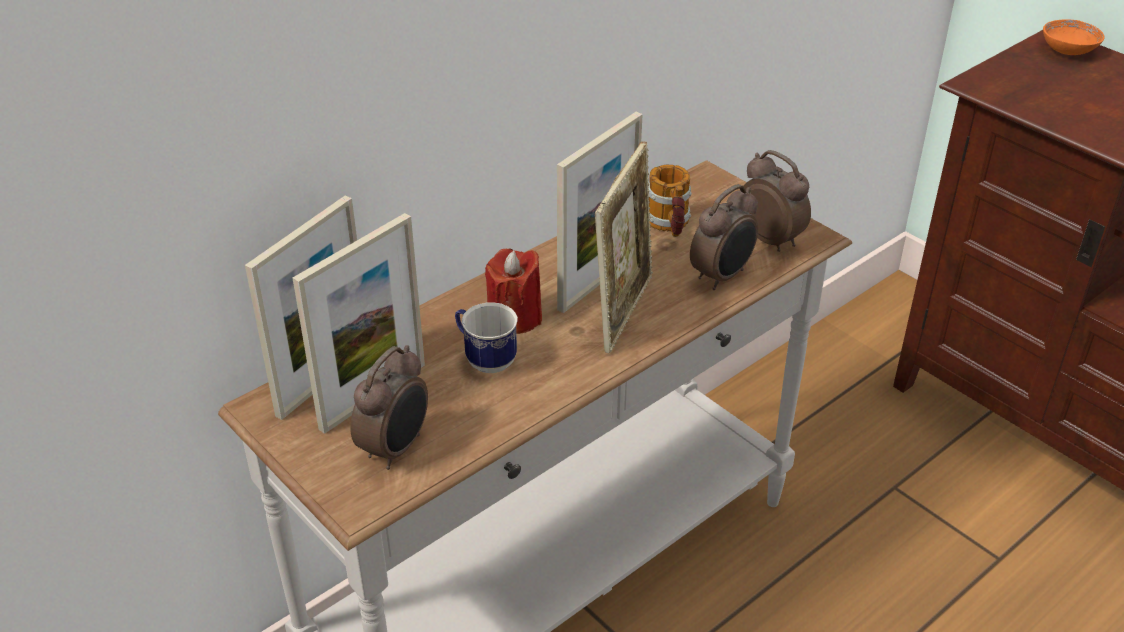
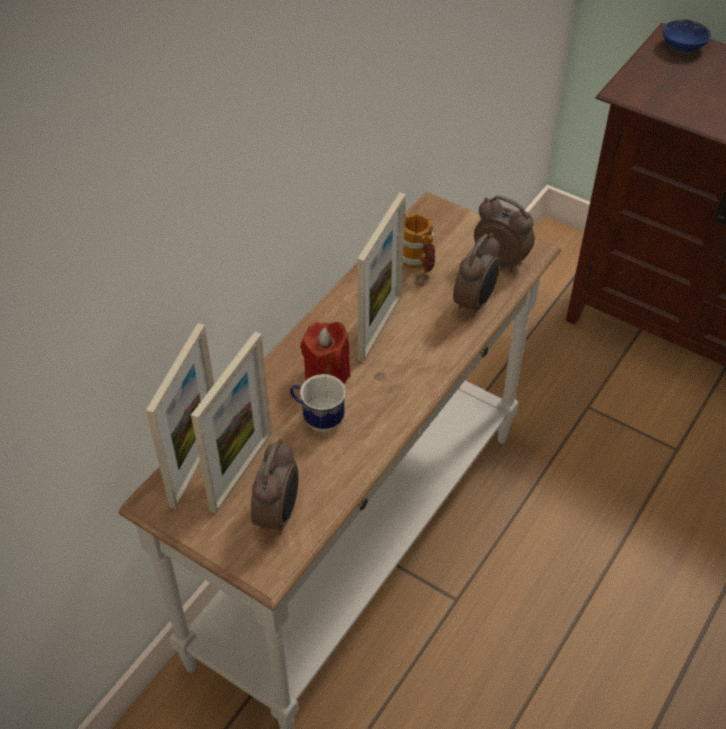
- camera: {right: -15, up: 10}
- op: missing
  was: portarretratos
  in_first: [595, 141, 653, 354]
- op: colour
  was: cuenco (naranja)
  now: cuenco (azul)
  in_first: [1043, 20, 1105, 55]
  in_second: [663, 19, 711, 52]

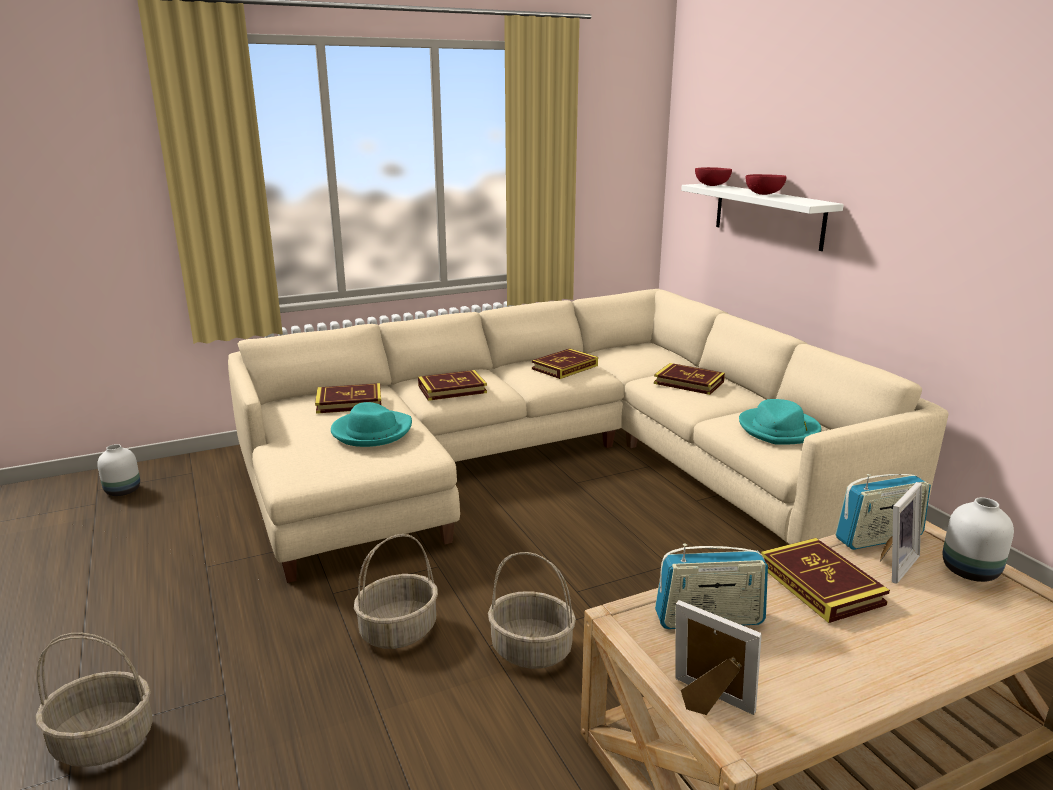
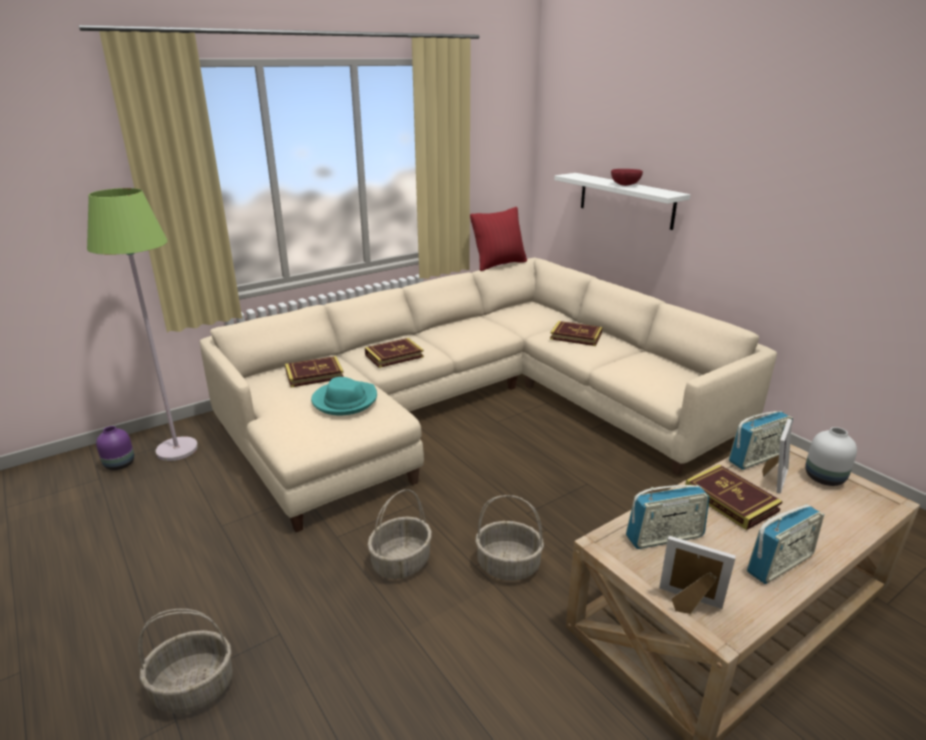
- camera: {right: -10, up: 5}
- op: missing
  was: libro
  in_first: [532, 348, 598, 379]
- op: missing
  was: cuenco (rojo)
  in_first: [695, 167, 732, 186]
- op: missing
  was: sombrero (turquesa)
  in_first: [739, 399, 821, 445]
- op: appeared
  now: lámpara de pie (verde)
  in_second: [87, 188, 198, 461]
- op: appeared
  now: cojín (rojo)
  in_second: [470, 207, 527, 271]
- op: appeared
  now: radio
  in_second: [747, 504, 824, 584]
- op: colour
  was: florero (blanco)
  now: florero (morado)
  in_first: [97, 444, 140, 496]
  in_second: [96, 426, 134, 470]

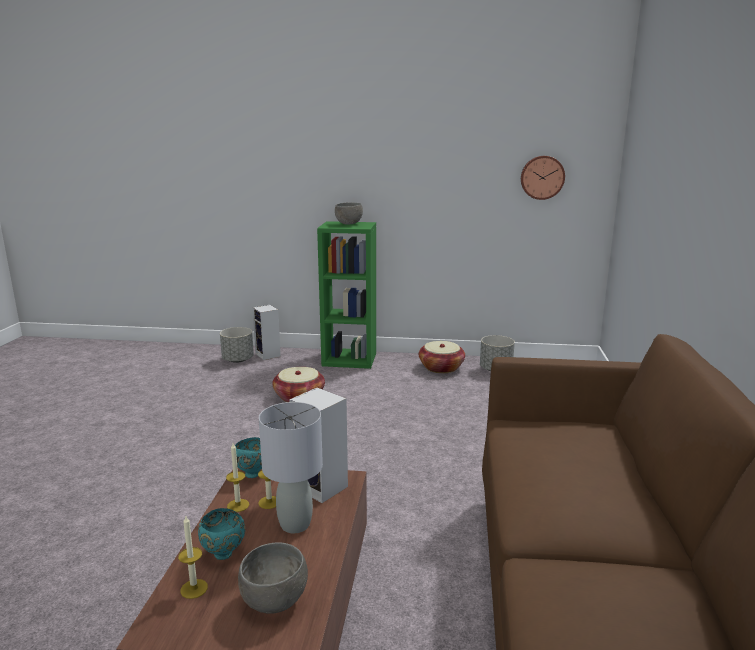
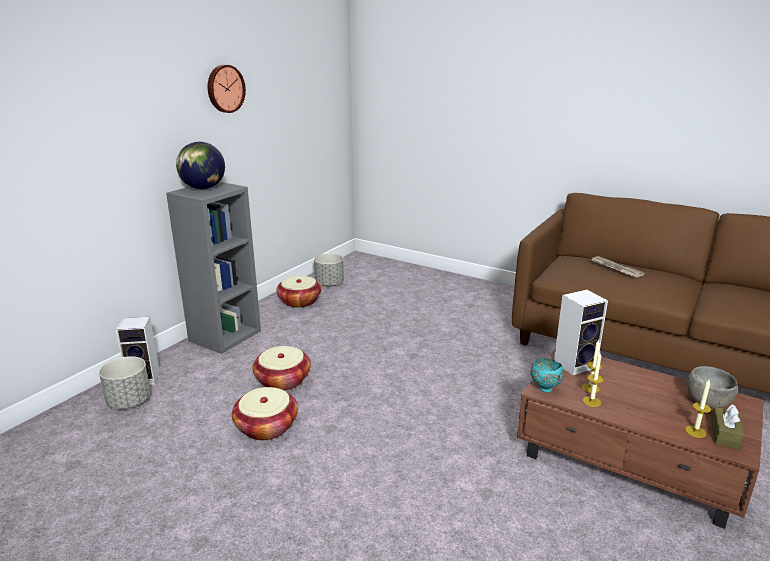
- camera: {right: -65, up: 5}
- op: missing
  was: cuenco (turquesa)
  in_first: [198, 508, 245, 560]
- op: missing
  was: lámpara de mesa (gris)
  in_first: [259, 402, 323, 533]
- op: appeared
  now: cesta
  in_second: [232, 387, 298, 440]
- op: appeared
  now: periódico
  in_second: [590, 256, 645, 277]
- op: appeared
  now: caja de pañuelos (marrón)
  in_second: [711, 404, 744, 450]
- op: relocated
  was: reloj de pared
  in_first: [521, 156, 565, 200]
  in_second: [208, 65, 246, 113]
- op: exchanged
  was: cuenco (gris)
  now: globo terráqueo
  in_first: [335, 203, 363, 225]
  in_second: [176, 142, 225, 189]
- op: colour
  was: estantería (verde)
  now: estantería (gris)
  in_first: [317, 221, 376, 369]
  in_second: [166, 182, 261, 354]

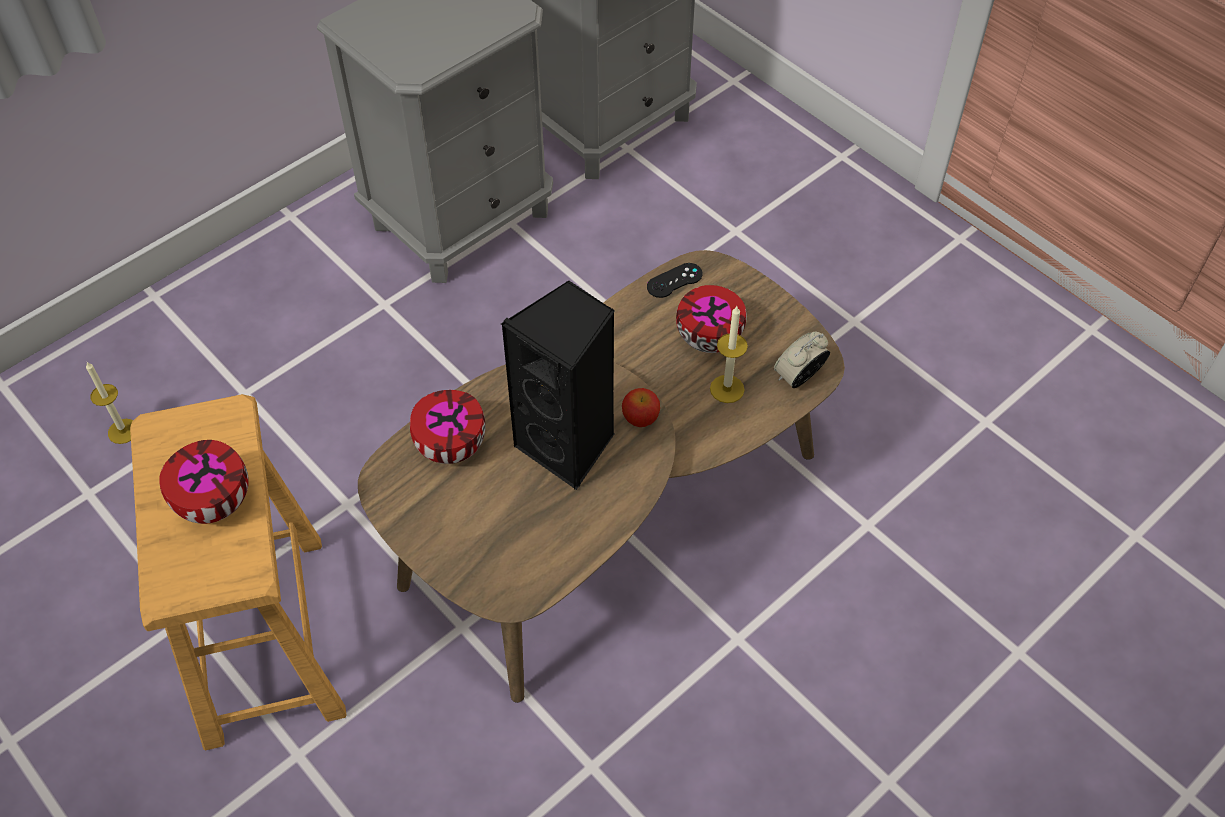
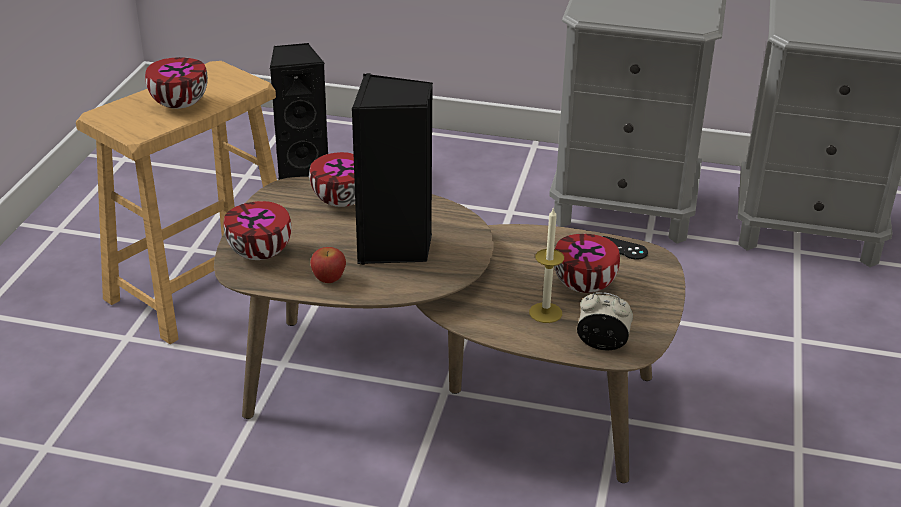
- camera: {right: 55, up: -20}
- op: appeared
  now: cuenco
  in_second: [223, 201, 292, 260]
- op: relocated
  was: manzana
  in_first: [622, 388, 660, 427]
  in_second: [310, 247, 346, 283]
- op: exchanged
  was: vela
  now: altavoz (negro)
  in_first: [86, 362, 133, 444]
  in_second: [270, 43, 328, 180]

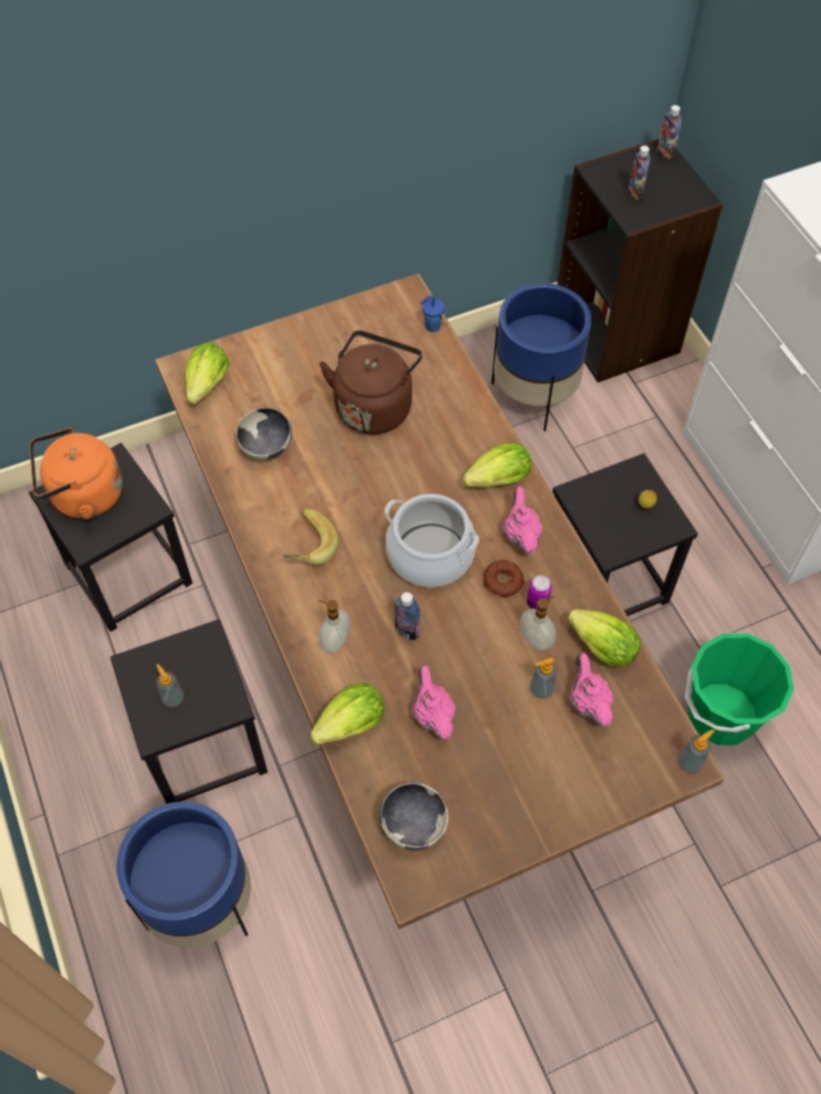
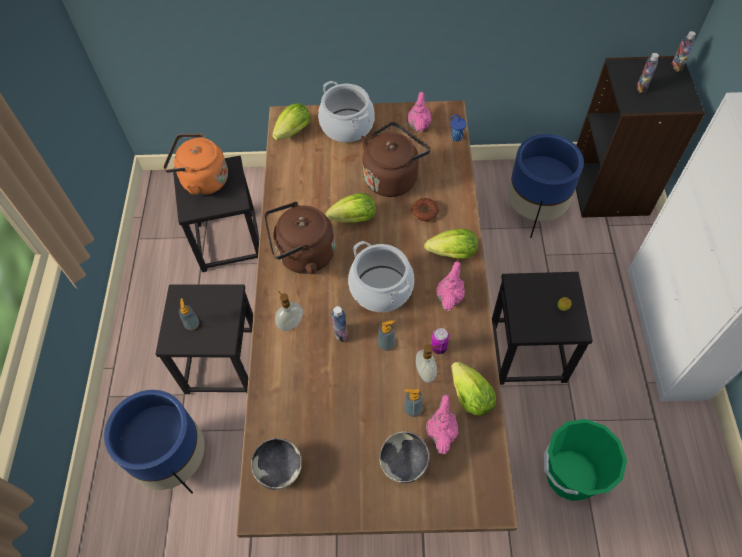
- camera: {right: 25, up: 0}
- op: appeared
  now: olla
  in_second: [318, 81, 375, 142]
- op: relocated
  was: cuenco
  in_first: [236, 408, 292, 460]
  in_second: [379, 431, 430, 483]
- op: relocated
  was: lechuga
  in_first: [310, 683, 384, 745]
  in_second: [325, 193, 376, 223]
- op: relocated
  was: tetera (rosa)
  in_first: [412, 665, 456, 740]
  in_second: [407, 92, 432, 132]
- op: relocated
  was: rosquilla
  in_first: [483, 560, 524, 597]
  in_second: [411, 198, 439, 221]
- op: relocated
  was: dispensador de jabón
  in_first: [678, 729, 714, 773]
  in_second: [378, 320, 396, 351]
- op: exchanged
  was: plátano
  now: hervidor (marrón)
  in_first: [283, 509, 338, 565]
  in_second: [264, 202, 335, 274]

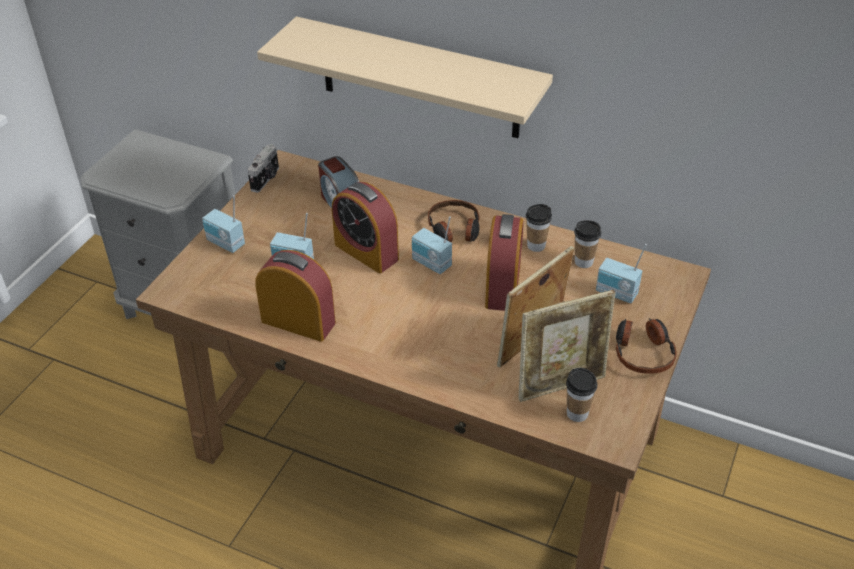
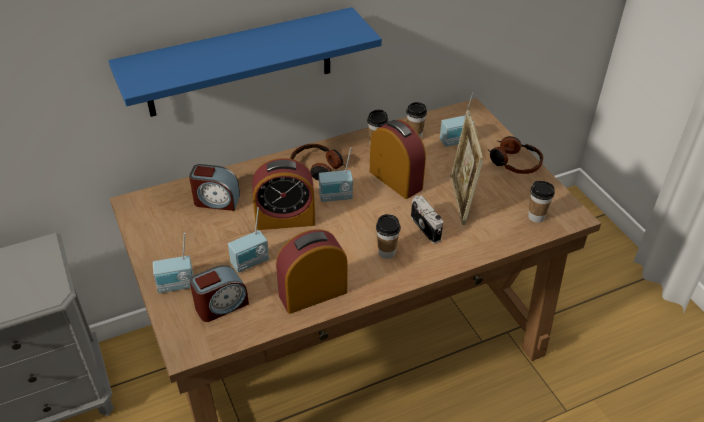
- camera: {right: -50, up: 0}
- op: missing
  was: portarretratos
  in_first: [519, 290, 616, 402]
- op: appeared
  now: despertador
  in_second: [190, 265, 249, 322]
- op: appeared
  now: taza
  in_second: [376, 214, 401, 259]
- op: relocated
  was: cámara
  in_first: [247, 144, 279, 193]
  in_second: [411, 195, 443, 244]
- op: colour
  was: estante (beis)
  now: estante (azul)
  in_first: [257, 16, 553, 138]
  in_second: [109, 7, 382, 117]

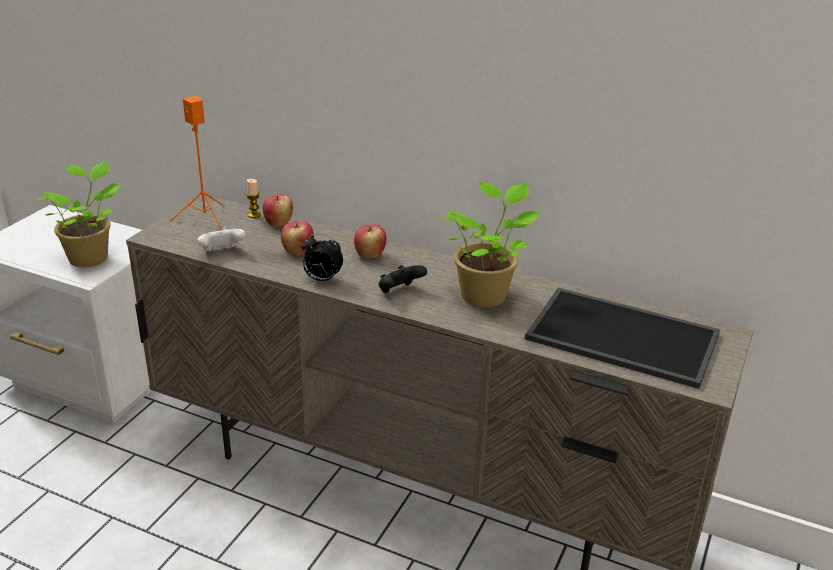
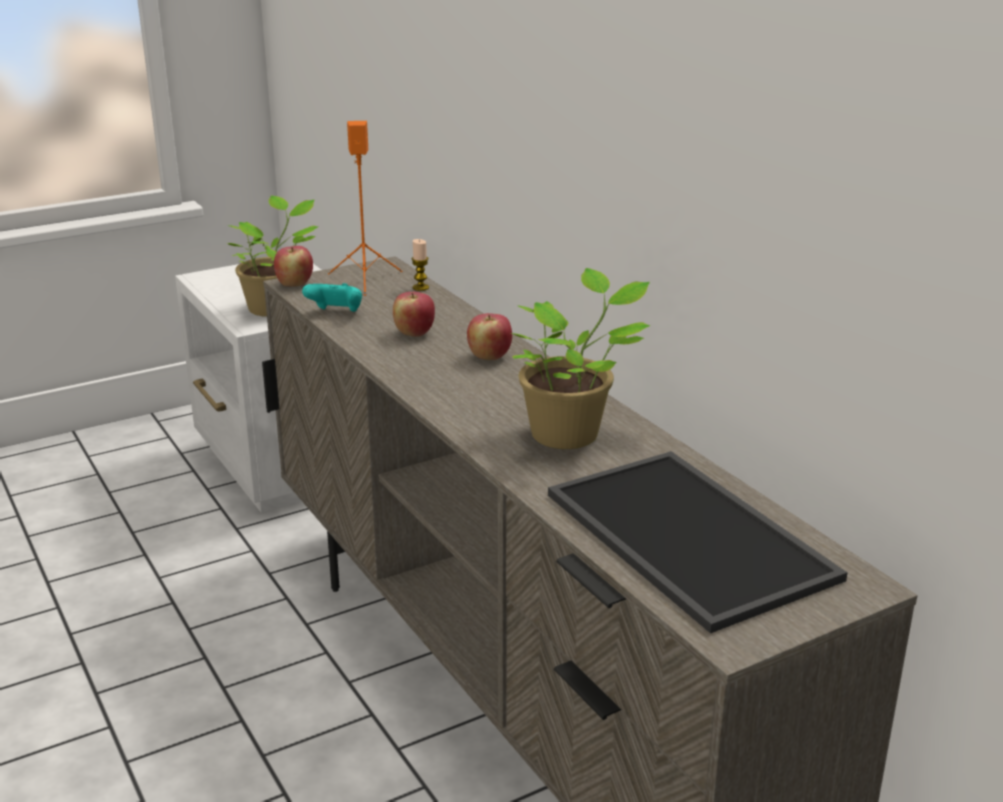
- camera: {right: 35, up: -5}
- op: missing
  was: despertador
  in_first: [301, 233, 343, 282]
- op: missing
  was: mando de consola (negro)
  in_first: [378, 265, 427, 293]
- op: relocated
  was: manzana
  in_first: [263, 193, 293, 227]
  in_second: [274, 246, 313, 287]
- op: colour
  was: mando de consola (blanco)
  now: mando de consola (turquesa)
  in_first: [198, 227, 246, 251]
  in_second: [302, 283, 362, 312]

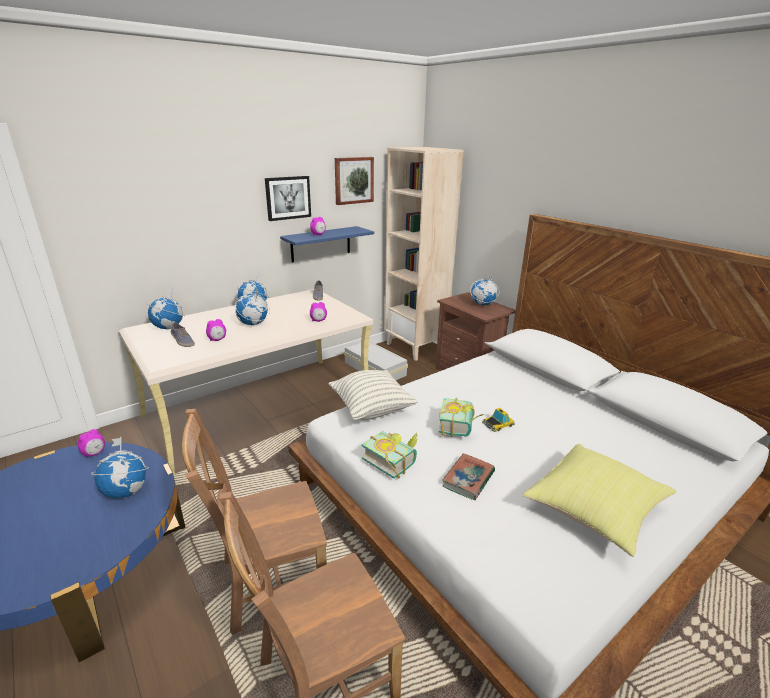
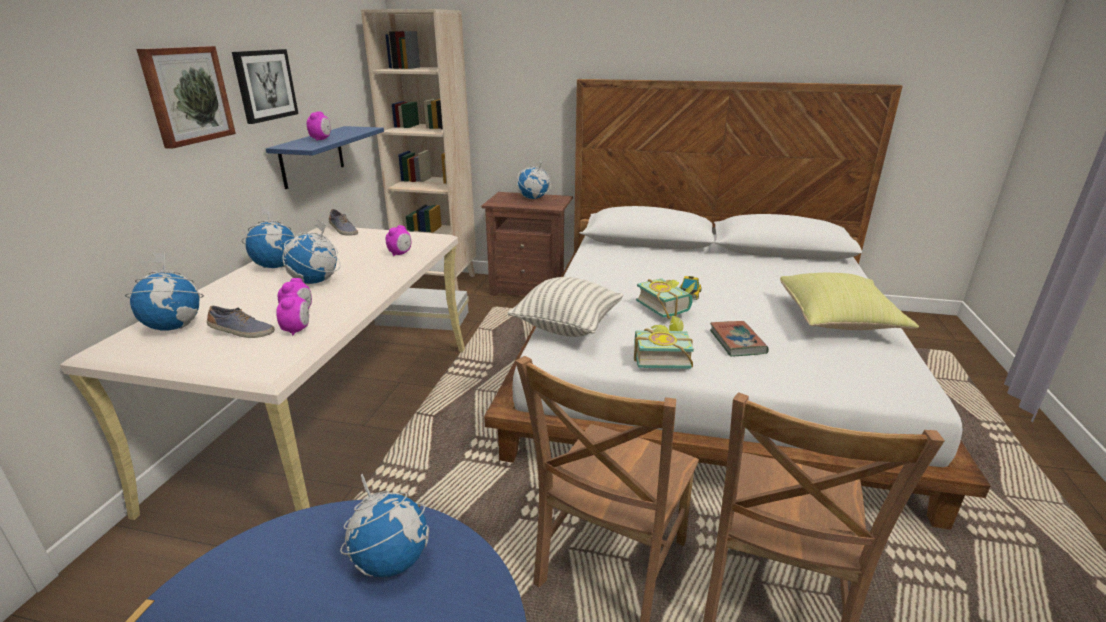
- camera: {right: -40, up: 0}
- op: relocated
  was: despertador
  in_first: [78, 429, 105, 458]
  in_second: [276, 293, 309, 335]
- op: relocated
  was: cuadro
  in_first: [335, 157, 374, 205]
  in_second: [137, 46, 236, 149]

